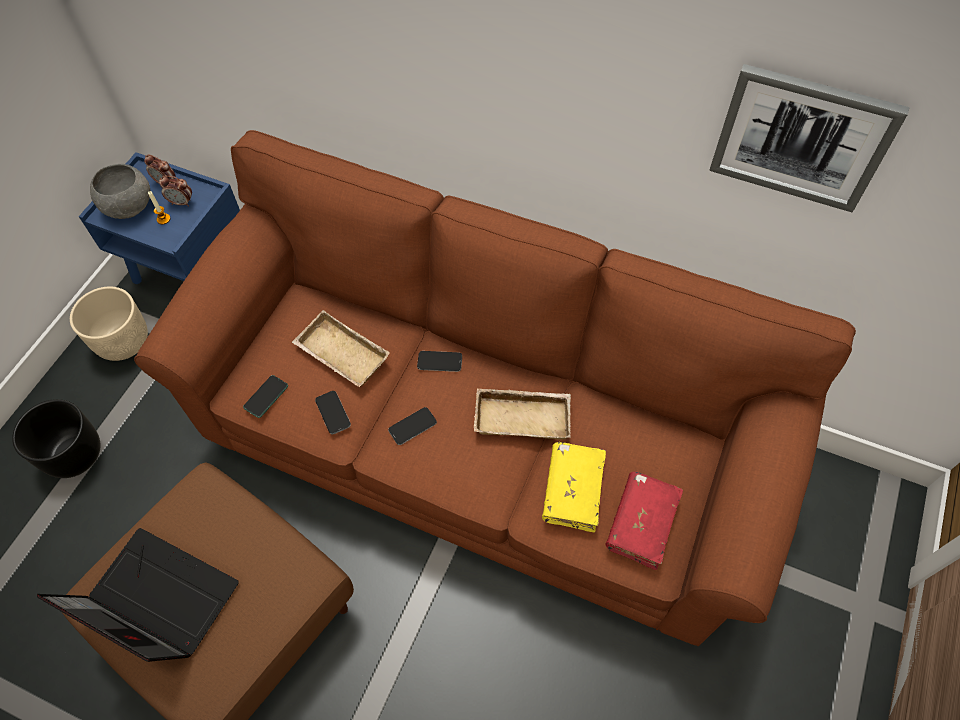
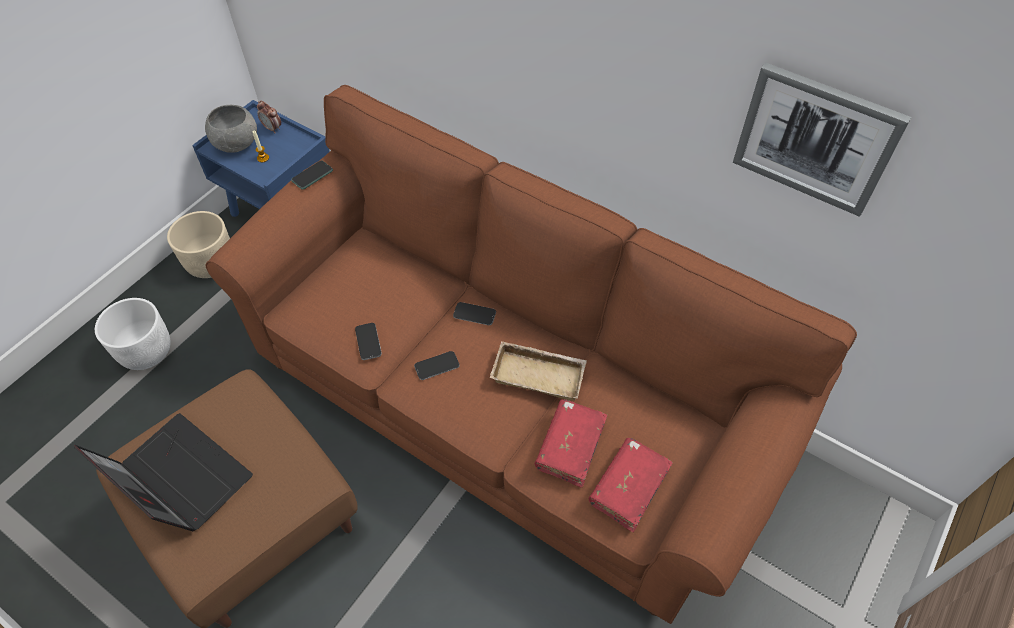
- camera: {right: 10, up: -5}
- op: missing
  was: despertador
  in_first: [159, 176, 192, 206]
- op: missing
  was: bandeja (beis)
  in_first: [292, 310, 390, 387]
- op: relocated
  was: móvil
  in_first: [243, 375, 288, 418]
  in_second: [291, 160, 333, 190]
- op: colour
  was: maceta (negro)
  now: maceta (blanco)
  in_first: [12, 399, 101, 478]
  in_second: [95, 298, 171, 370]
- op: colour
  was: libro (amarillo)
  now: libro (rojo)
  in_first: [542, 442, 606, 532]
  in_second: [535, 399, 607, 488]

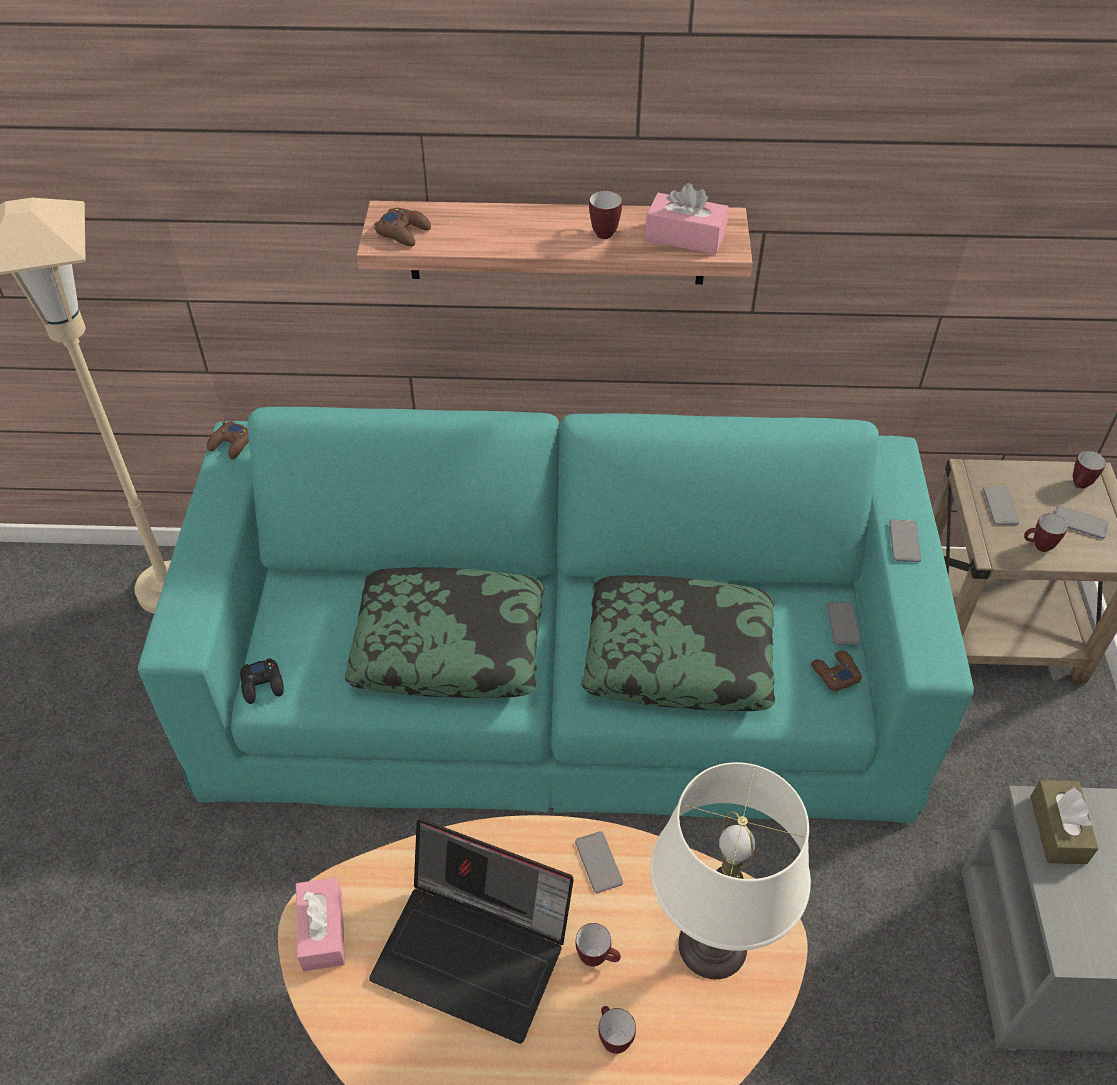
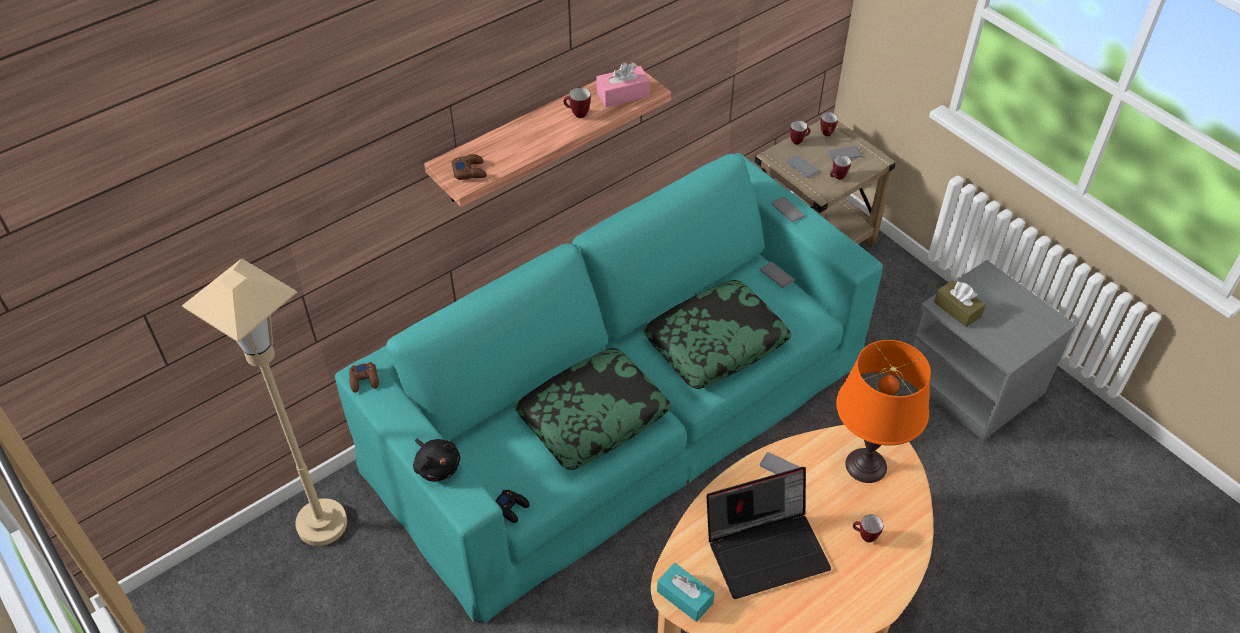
- camera: {right: -40, up: 0}
- op: missing
  was: mando de consola (marrón)
  in_first: [811, 651, 862, 692]
- op: appeared
  now: peluche (negro)
  in_second: [413, 438, 460, 482]
- op: relocated
  was: taza grande
  in_first: [576, 923, 621, 967]
  in_second: [790, 121, 811, 145]
- op: colour
  was: caja de pañuelos (rosa)
  now: caja de pañuelos (turquesa)
  in_first: [296, 877, 345, 972]
  in_second: [657, 563, 715, 622]
- op: colour
  was: lámpara de mesa (blanco)
  now: lámpara de mesa (naranja)
  in_first: [650, 762, 811, 979]
  in_second: [836, 340, 931, 483]

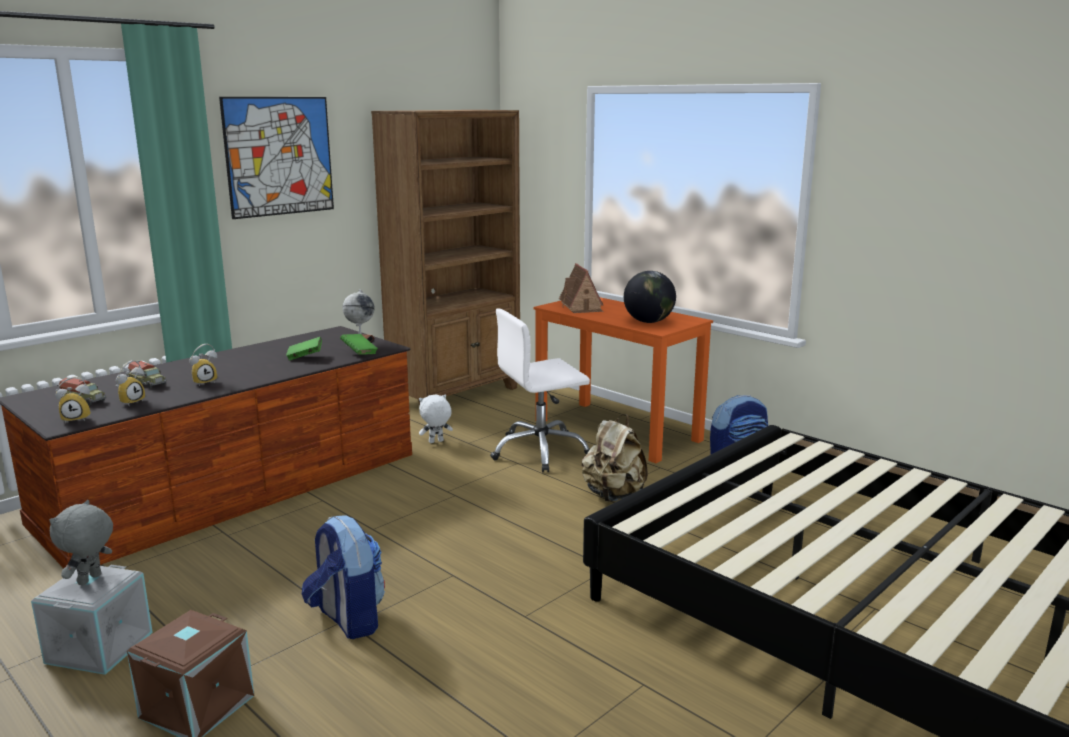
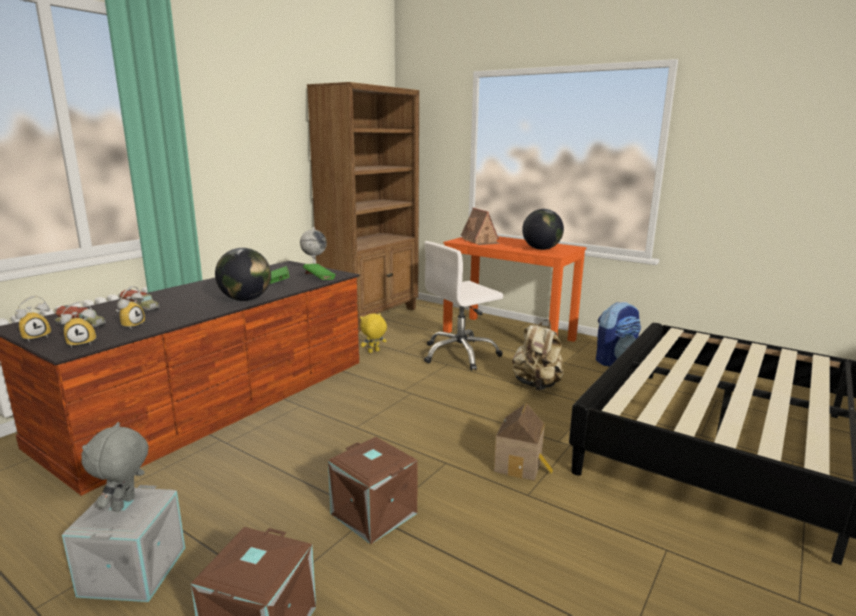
- camera: {right: -10, up: 0}
- op: missing
  was: cuadro
  in_first: [219, 97, 334, 219]
- op: appeared
  now: globo terráqueo
  in_second: [215, 248, 271, 301]
- op: appeared
  now: casita
  in_second: [494, 403, 553, 481]
- op: relocated
  was: despertador
  in_first: [189, 344, 218, 386]
  in_second: [15, 296, 51, 342]
- op: exchanged
  was: mochila
  now: caja de almacenaje (marrón)
  in_first: [302, 515, 385, 639]
  in_second: [328, 437, 418, 545]
- op: colour
  was: peluche (blanco)
  now: peluche (amarillo)
  in_first: [419, 394, 453, 443]
  in_second: [360, 313, 387, 353]

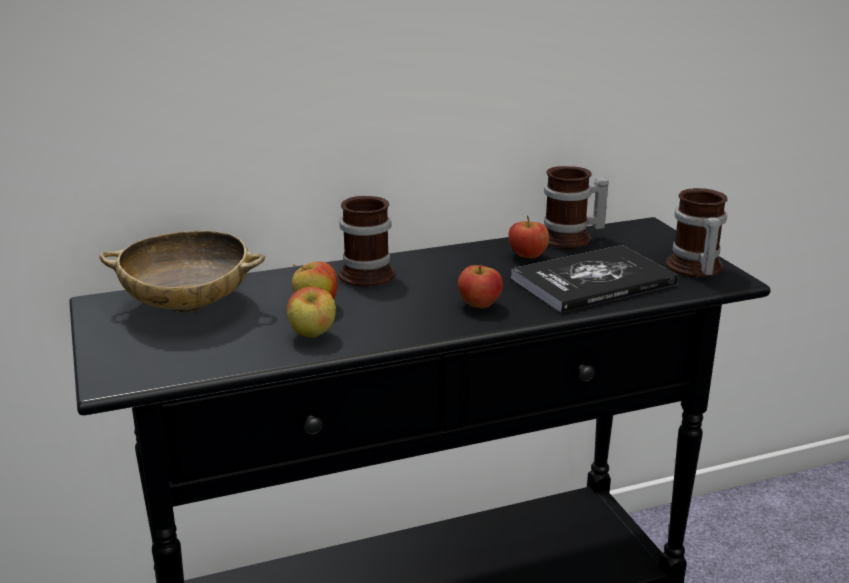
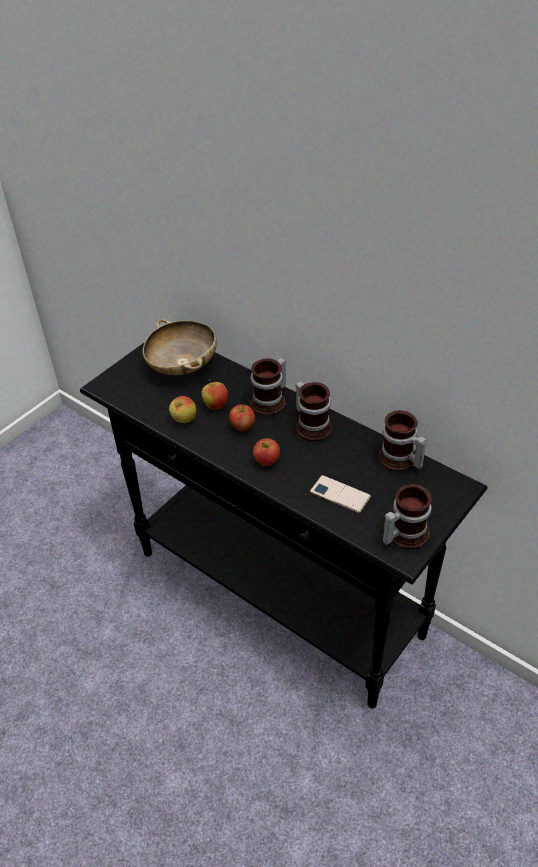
- camera: {right: 60, up: 20}
- op: appeared
  now: taza grande
  in_second: [295, 381, 332, 441]
- op: relocated
  was: manzana
  in_first: [508, 216, 549, 259]
  in_second: [229, 404, 255, 431]
- op: exchanged
  was: libro
  now: móvil
  in_first: [511, 245, 678, 312]
  in_second: [310, 475, 371, 513]

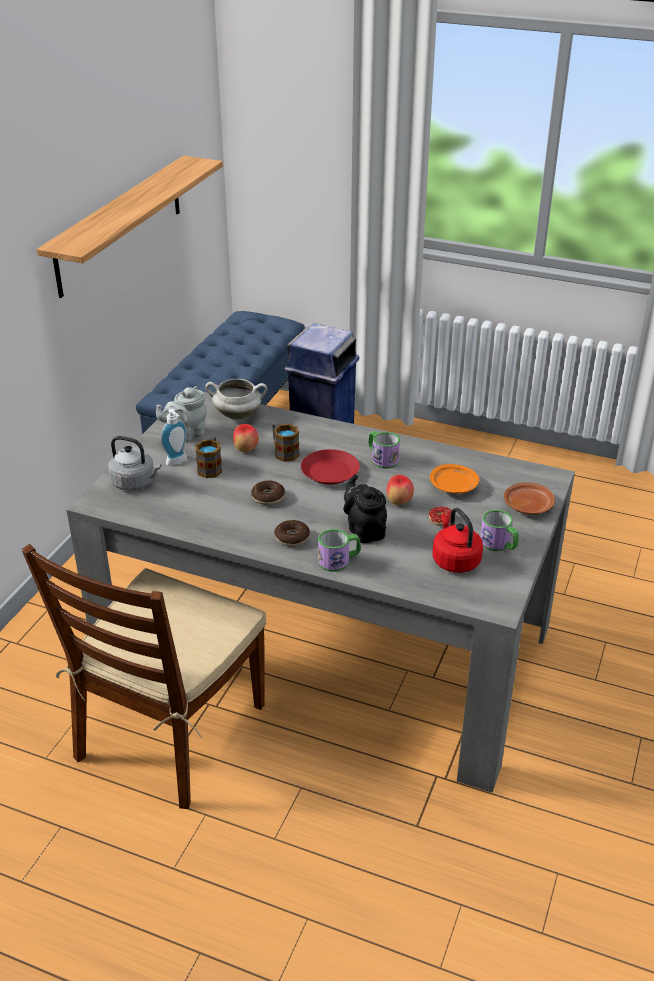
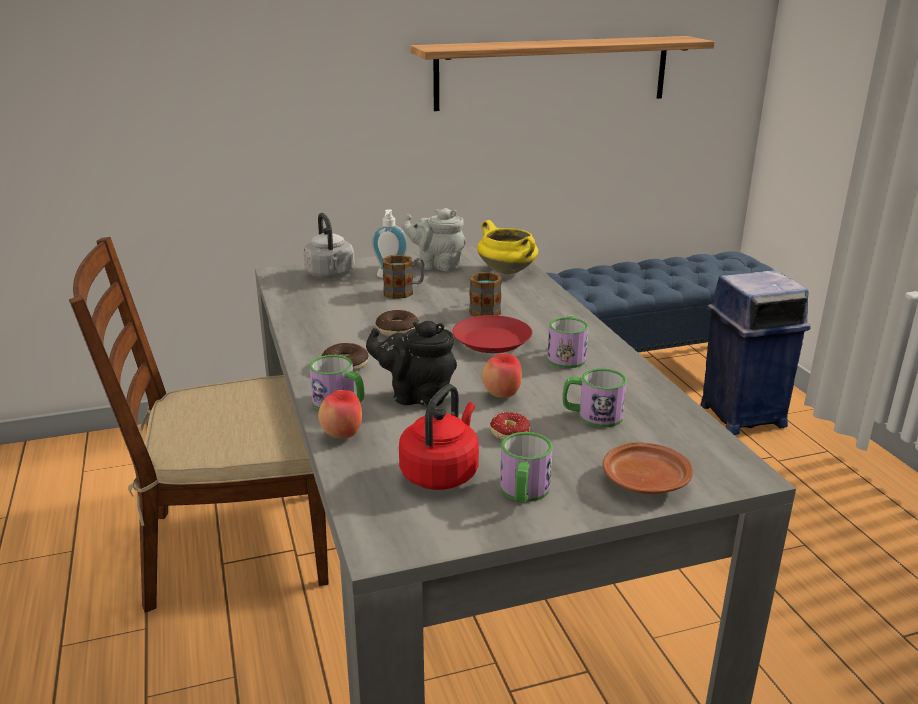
- camera: {right: 50, up: -10}
- op: relocated
  was: manzana
  in_first: [233, 424, 258, 452]
  in_second: [318, 390, 362, 439]
- op: exchanged
  was: plato (naranja)
  now: taza grande
  in_first: [430, 464, 479, 494]
  in_second: [563, 368, 627, 427]
- op: colour
  was: olla (blanco)
  now: olla (amarillo)
  in_first: [205, 379, 267, 420]
  in_second: [477, 220, 538, 275]
- op: spun
  was: tetera (negro)
  in_first: [343, 474, 387, 543]
  in_second: [366, 321, 457, 406]
  clockwise: -105

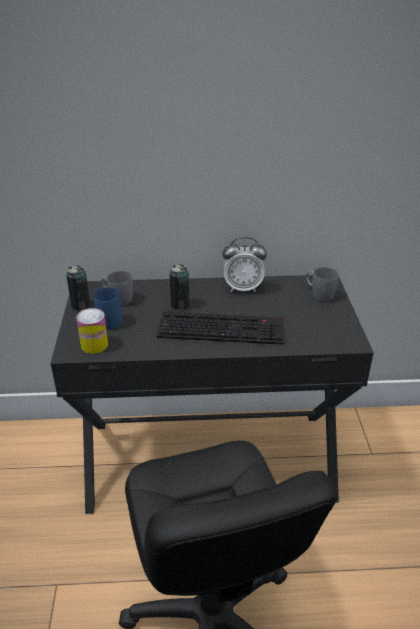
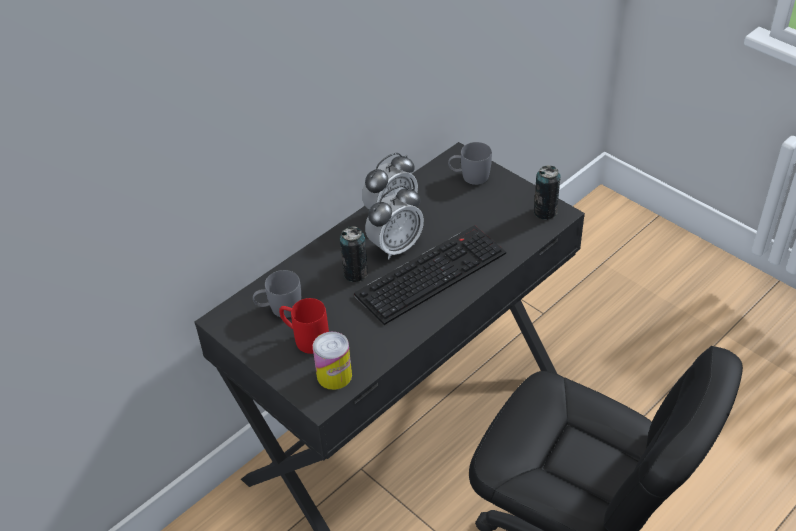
- camera: {right: -40, up: 10}
- op: appeared
  now: despertador
  in_second: [365, 185, 424, 259]
- op: relocated
  was: lata
  in_first: [66, 265, 91, 311]
  in_second: [534, 165, 560, 220]
- op: colour
  was: taza grande (azul)
  now: taza grande (rojo)
  in_first: [93, 287, 122, 330]
  in_second: [279, 298, 329, 354]

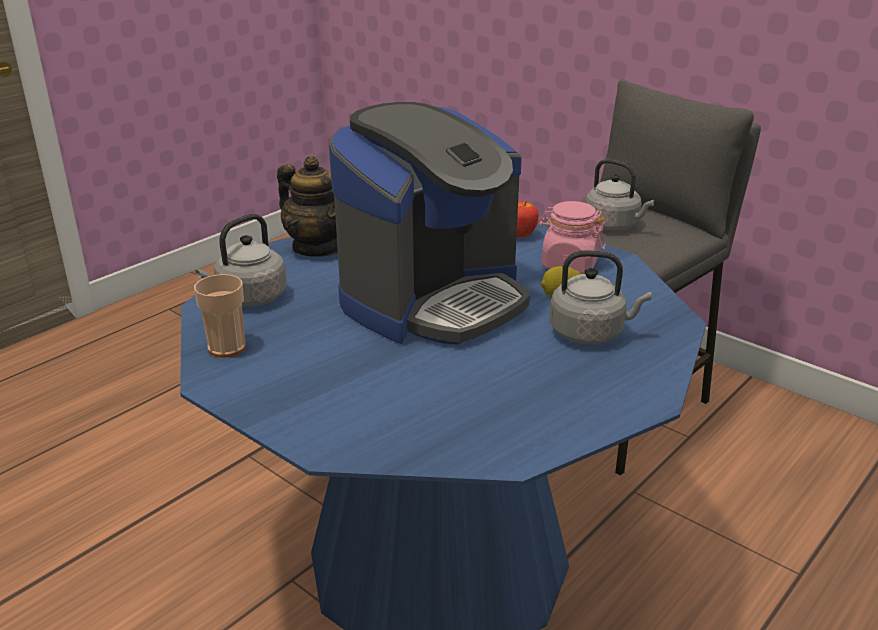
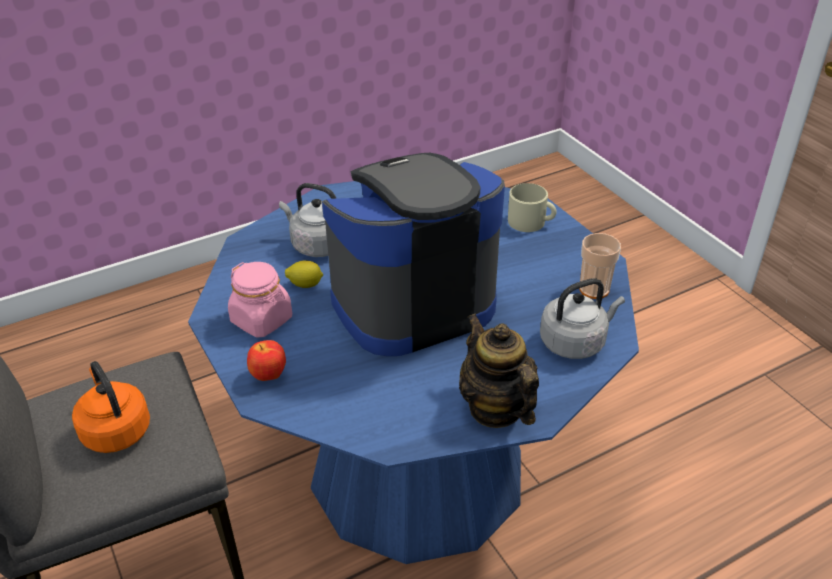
- camera: {right: -160, up: 10}
- op: appeared
  now: taza grande (beis)
  in_second: [508, 183, 557, 232]
- op: colour
  was: hervidor (gris)
  now: hervidor (naranja)
  in_first: [585, 159, 654, 231]
  in_second: [72, 361, 150, 453]

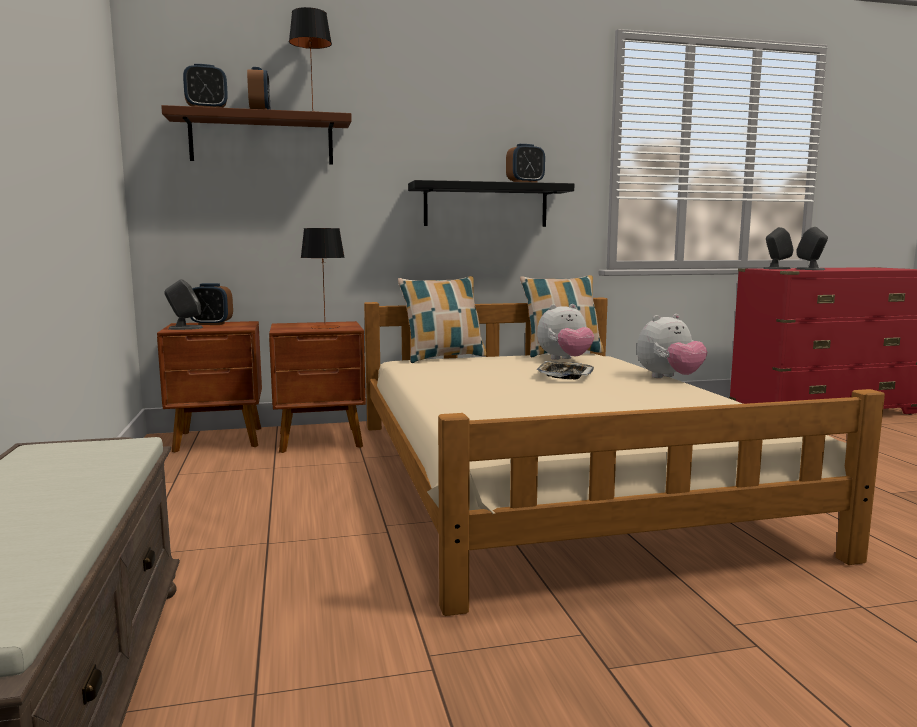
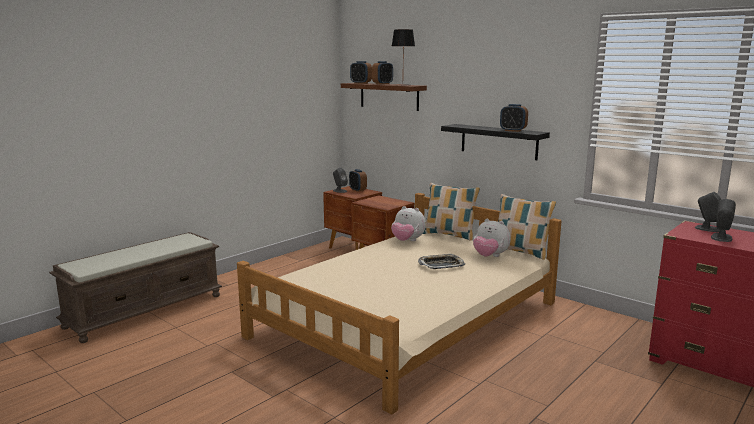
- camera: {right: 55, up: 5}
- op: missing
  was: lámpara de mesa
  in_first: [301, 228, 345, 329]
- op: relocated
  was: peluche
  in_first: [637, 314, 707, 378]
  in_second: [391, 206, 426, 241]

